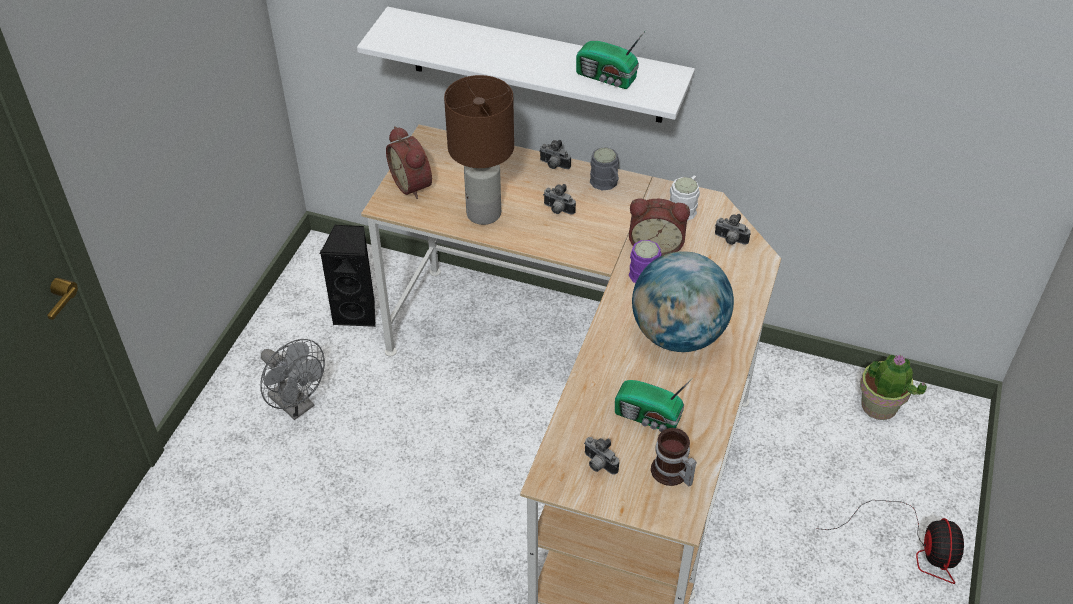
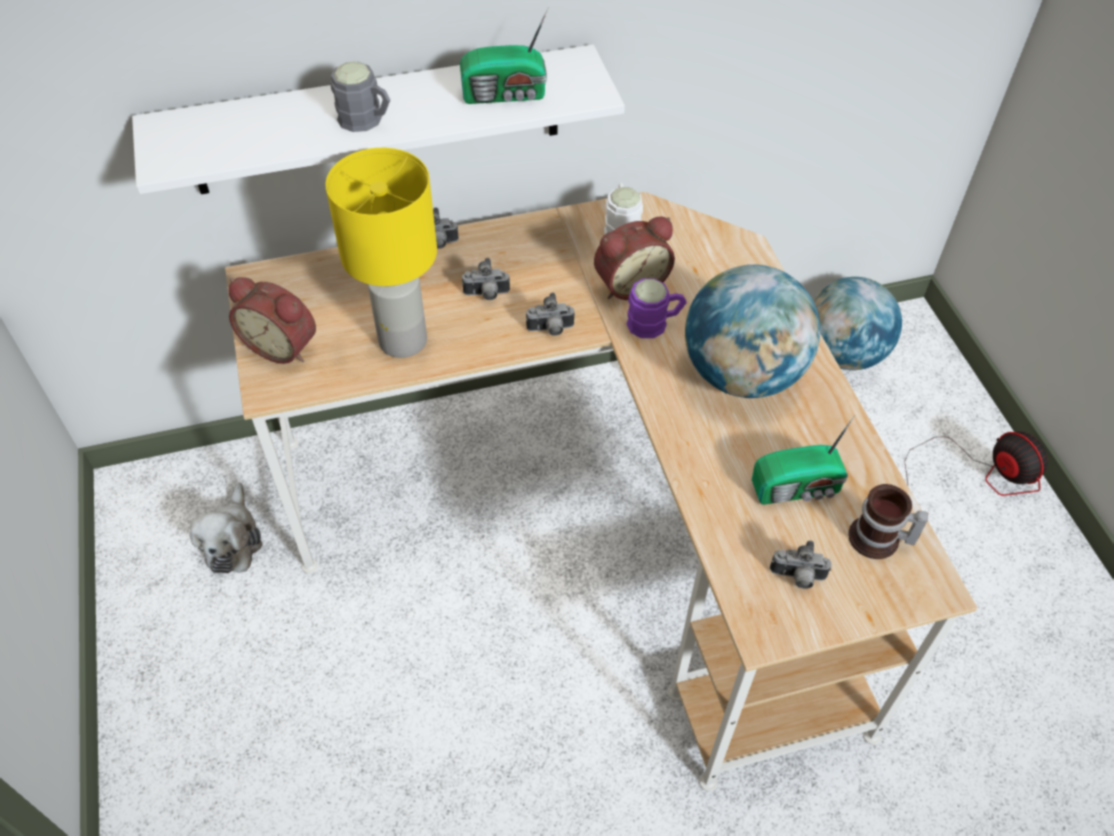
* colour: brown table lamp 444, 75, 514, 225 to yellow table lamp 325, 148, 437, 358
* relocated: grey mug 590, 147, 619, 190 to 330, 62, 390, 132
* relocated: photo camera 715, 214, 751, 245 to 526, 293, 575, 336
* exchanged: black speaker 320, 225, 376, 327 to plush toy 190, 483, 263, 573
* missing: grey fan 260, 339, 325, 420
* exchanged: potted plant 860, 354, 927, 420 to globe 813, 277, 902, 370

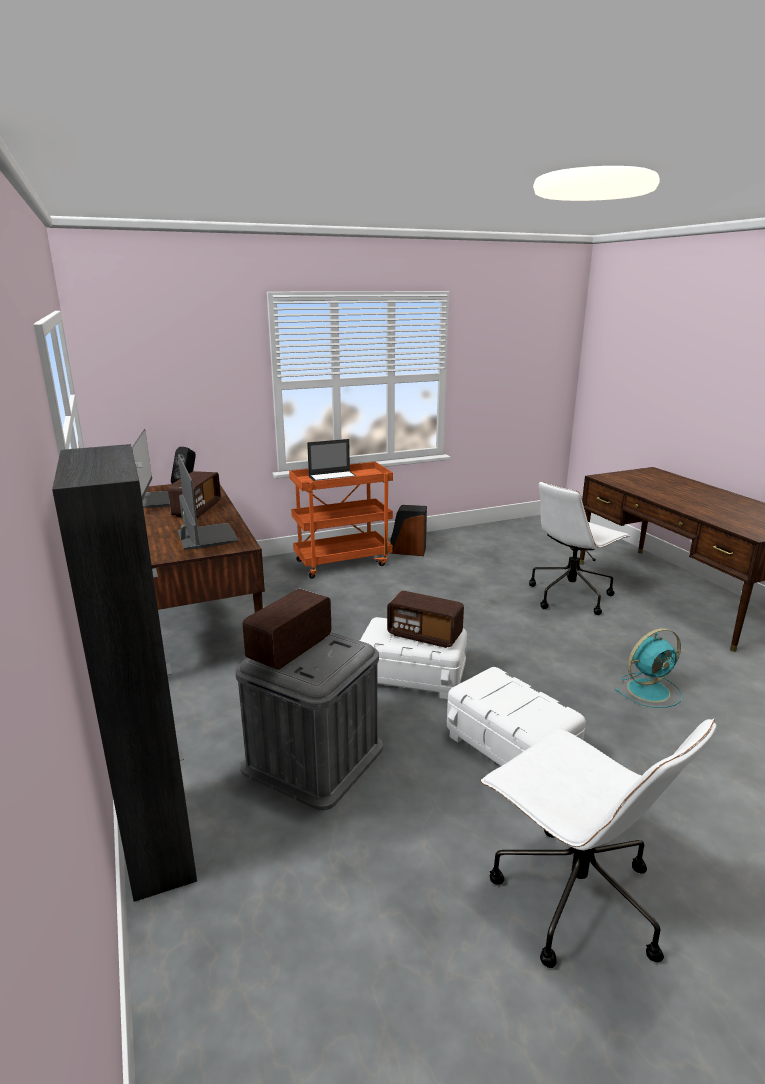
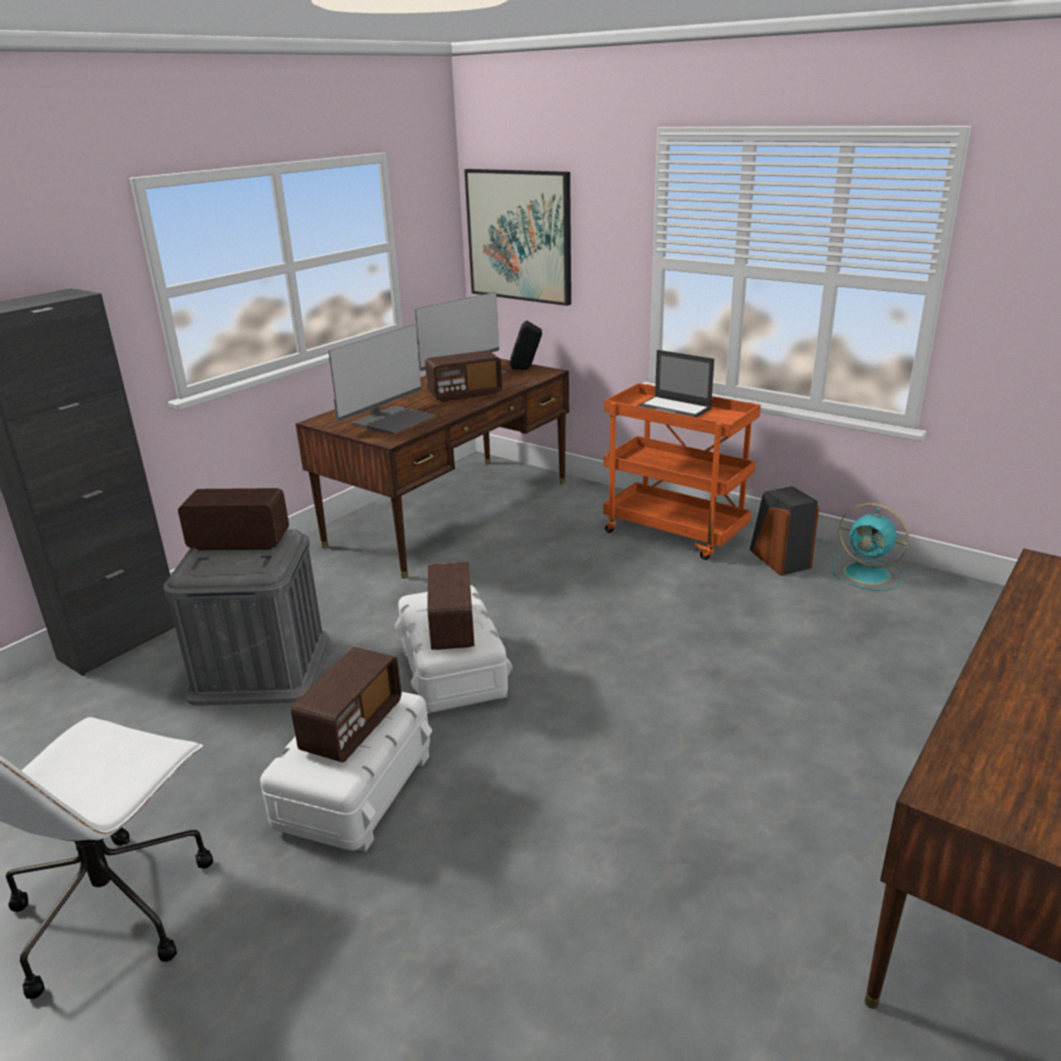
* missing: white office chair 529, 481, 630, 615
* relocated: turquoise fan 615, 628, 683, 708 to 833, 503, 909, 591
* appeared: picture 464, 169, 571, 306
* appeared: radio 291, 647, 401, 763

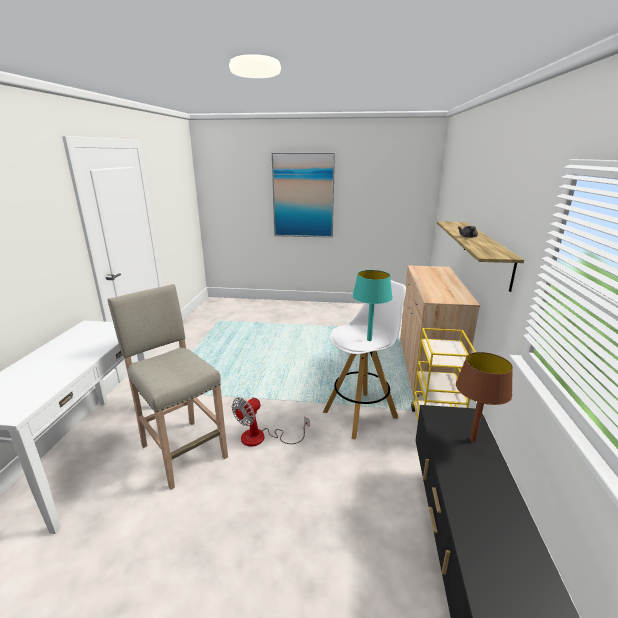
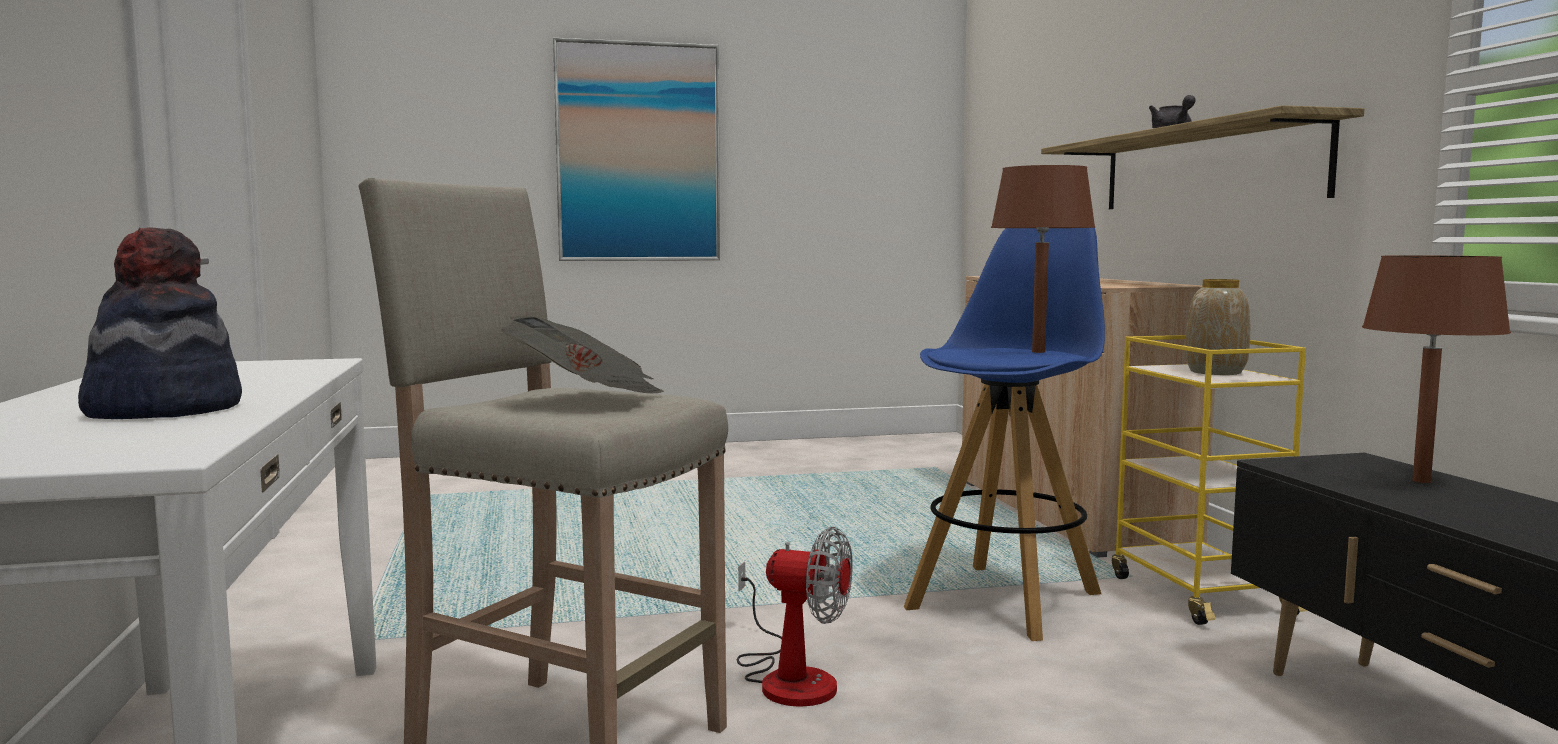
* colour: turquoise table lamp 353, 270, 392, 341 to brown table lamp 991, 165, 1096, 353
* colour: white stool 323, 280, 406, 440 to blue stool 904, 228, 1105, 641
* spun: fan 232, 397, 310, 447 = 736, 527, 853, 707 90 degrees counterclockwise
* appeared: hat 78, 227, 242, 419
* appeared: vase 1185, 279, 1250, 375
* appeared: newspaper 501, 316, 664, 393

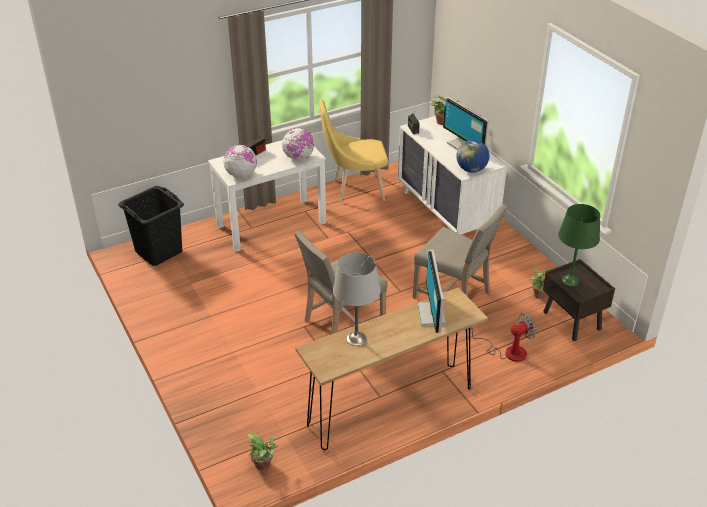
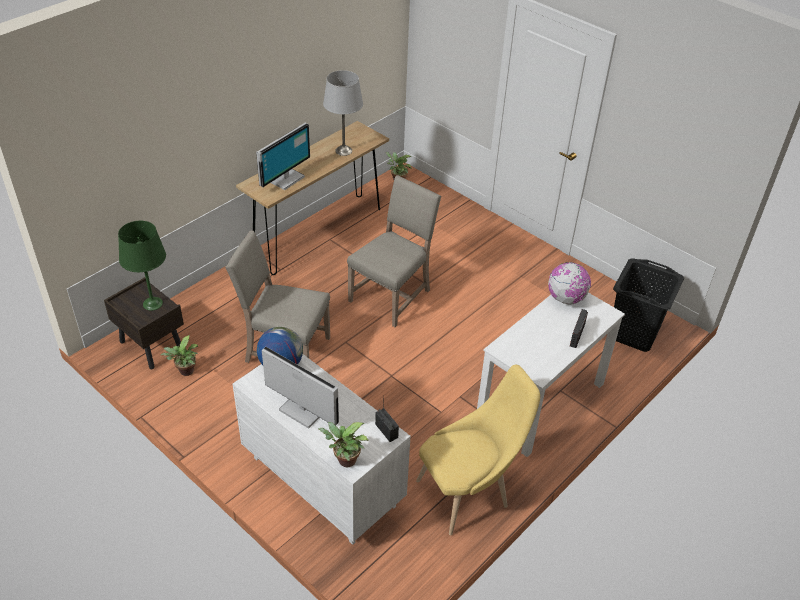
* missing: globe 282, 128, 314, 160
* spun: monitor 418, 250, 446, 333 = 256, 123, 310, 190 60 degrees clockwise
* missing: fan 468, 313, 537, 362

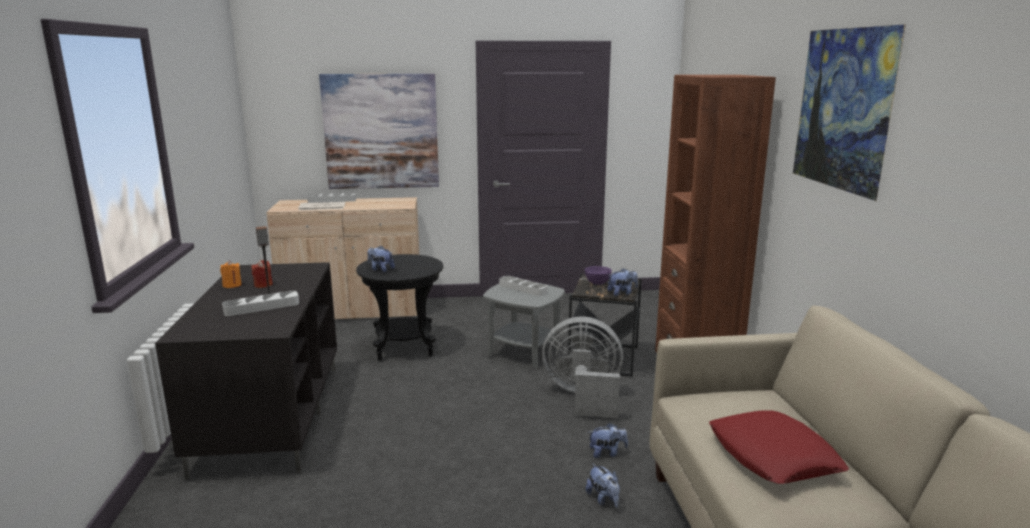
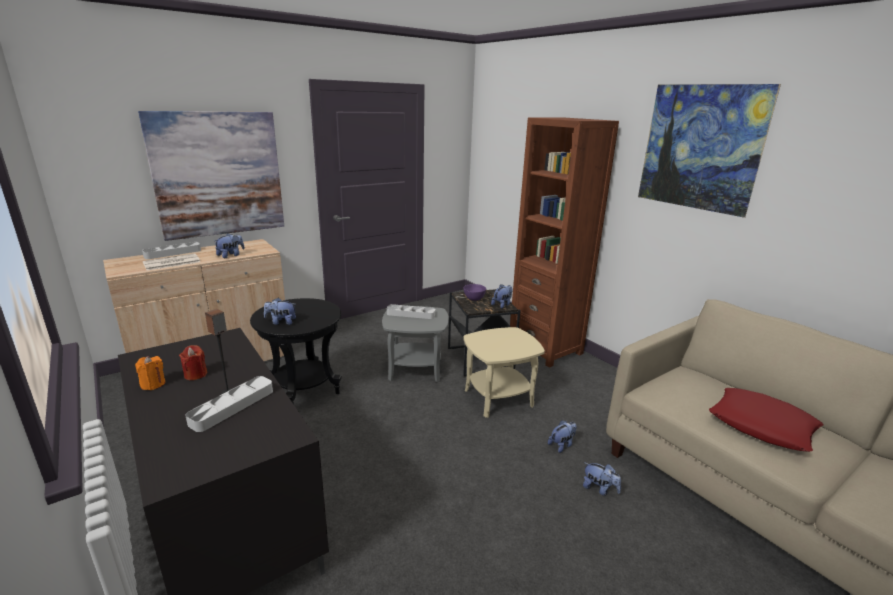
* exchanged: grey fan 542, 316, 623, 418 to beige side table 463, 327, 545, 418
* appeared: plush toy 214, 233, 245, 258

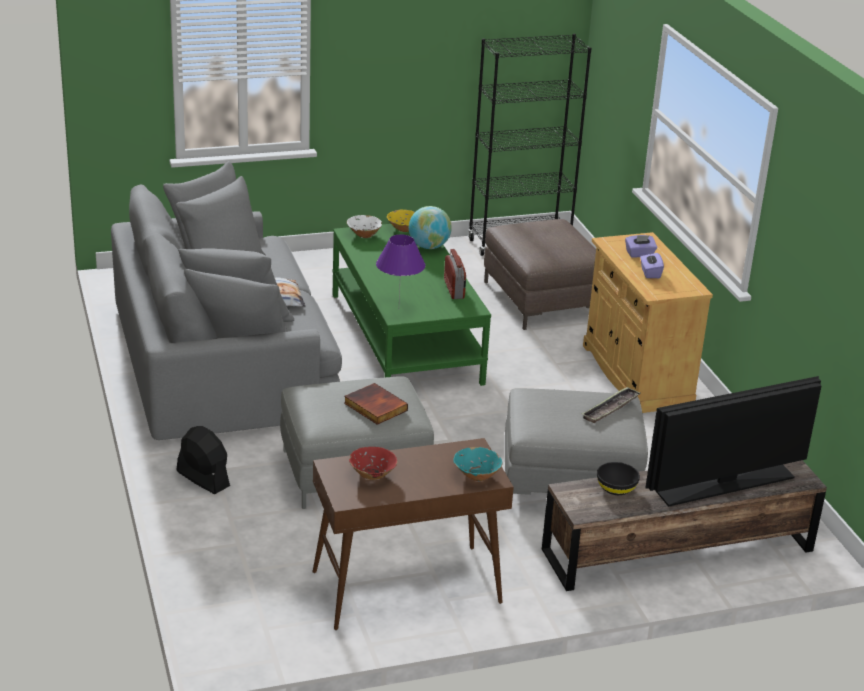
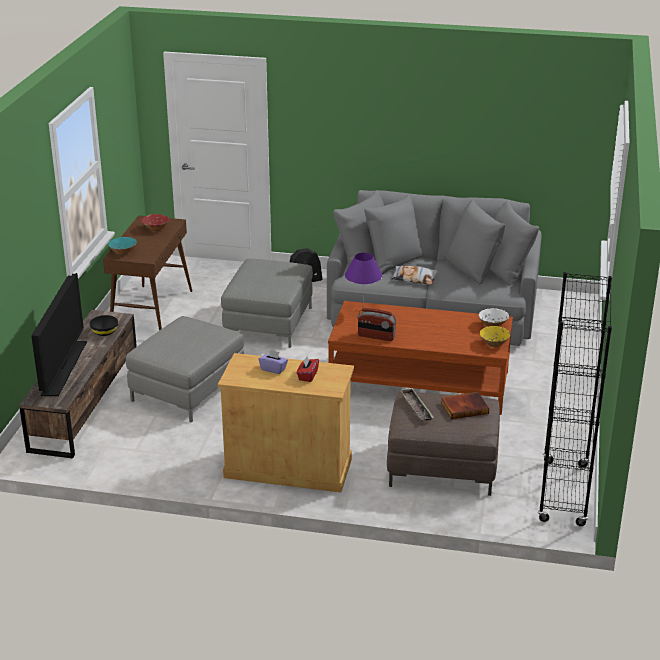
* missing: globe 409, 206, 452, 249
* colour: green coffee table 332, 224, 491, 386 to brown coffee table 328, 301, 513, 415
* colour: purple tissue box 625, 235, 657, 258 to red tissue box 297, 356, 319, 382
* relocated: book 344, 383, 408, 425 to 441, 392, 489, 419
* relocated: tray 582, 387, 640, 423 to 400, 388, 434, 421

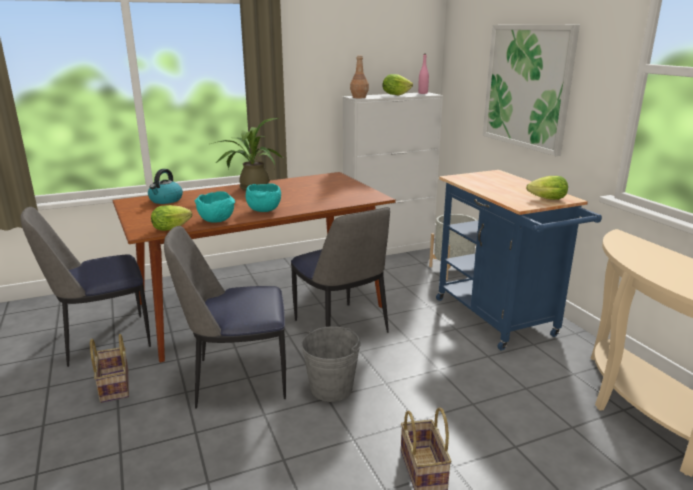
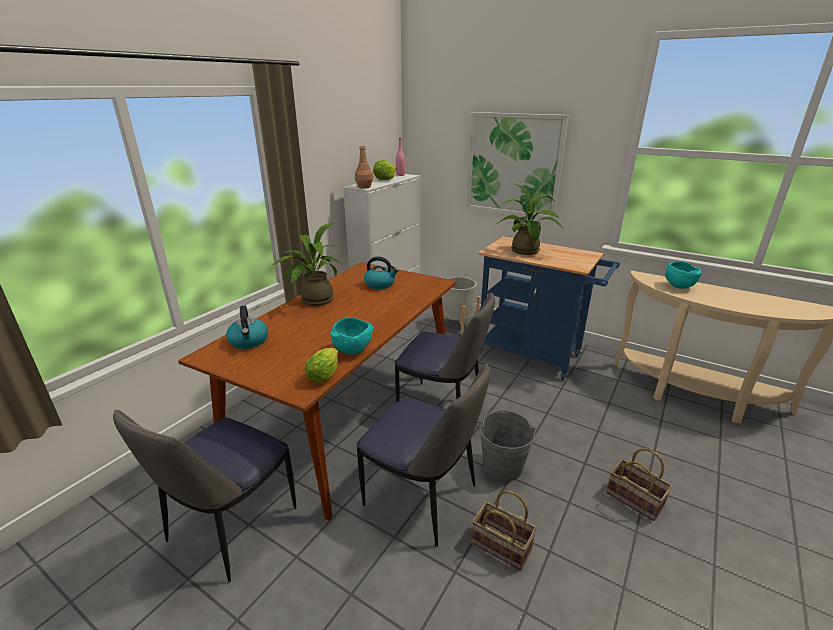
* missing: lettuce 526, 176, 568, 200
* relocated: turquoise bowl 246, 184, 281, 212 to 665, 261, 702, 289
* spun: chair 164, 226, 286, 409 = 356, 364, 490, 547 105 degrees counterclockwise
* relocated: basket 90, 334, 129, 403 to 472, 490, 537, 571
* appeared: potted plant 497, 184, 564, 255
* appeared: kettle 364, 256, 399, 289

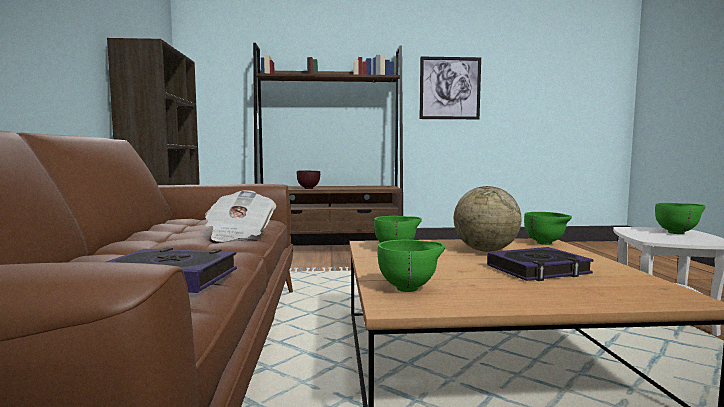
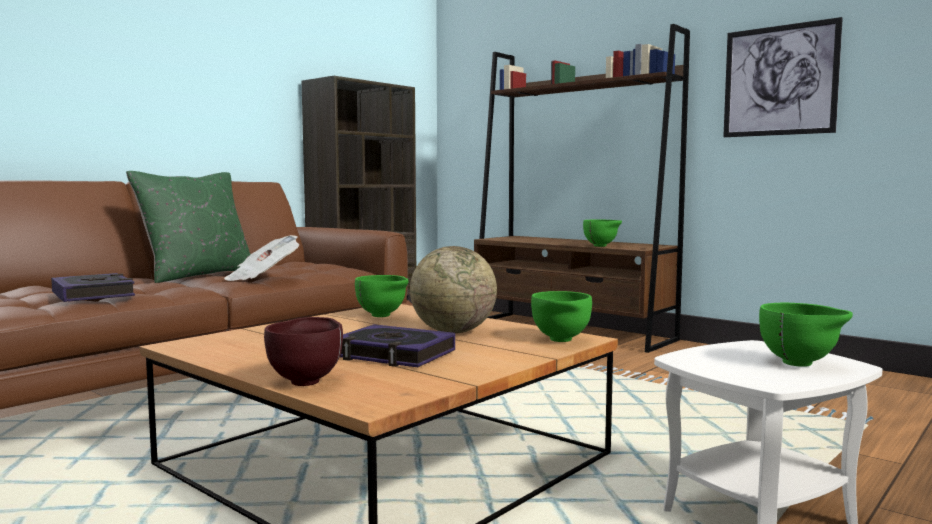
* relocated: brown bowl 297, 170, 320, 189 to 264, 317, 343, 386
* relocated: green bowl 377, 240, 445, 292 to 583, 220, 622, 247
* appeared: green pillow 126, 171, 251, 283

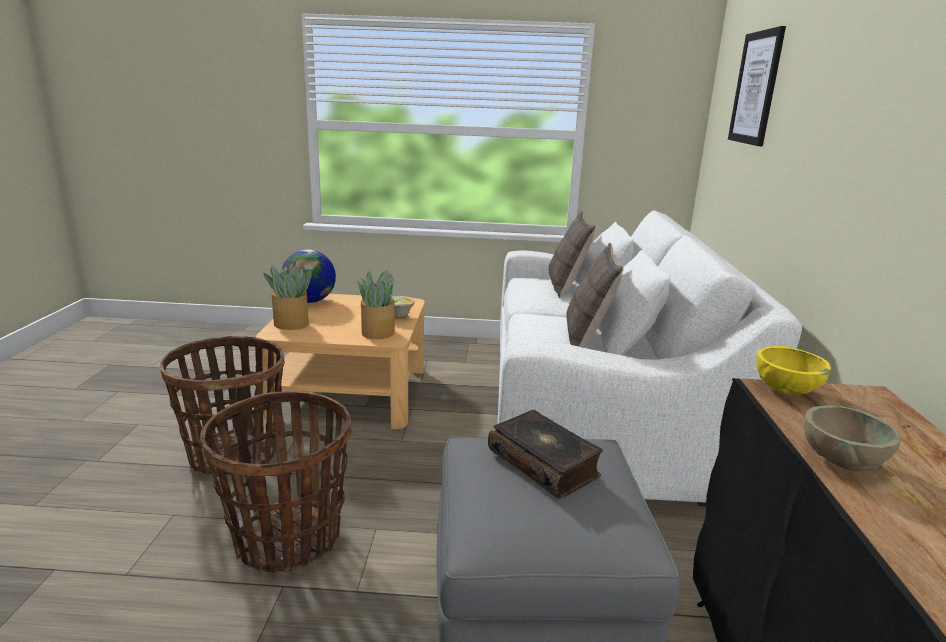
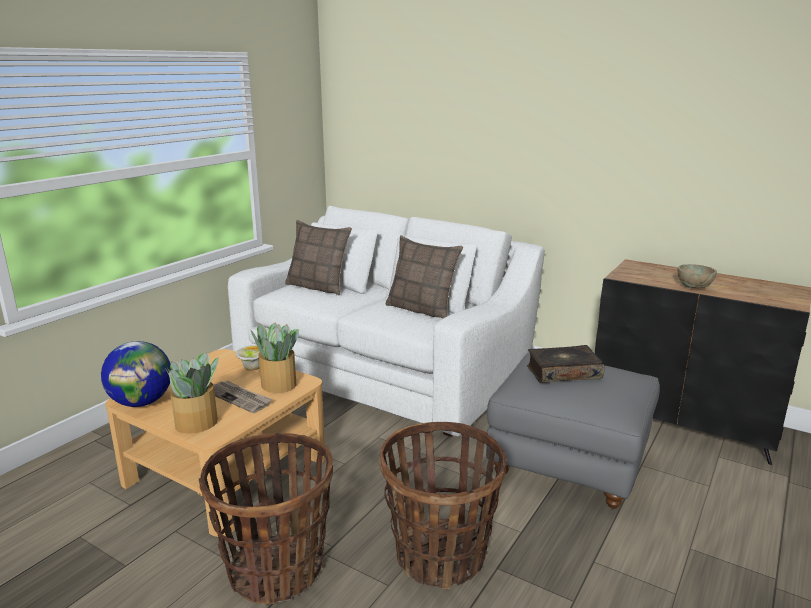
* missing: picture 728, 26, 786, 146
* missing: yellow bowl 756, 346, 831, 395
* appeared: newspaper 214, 381, 272, 413

